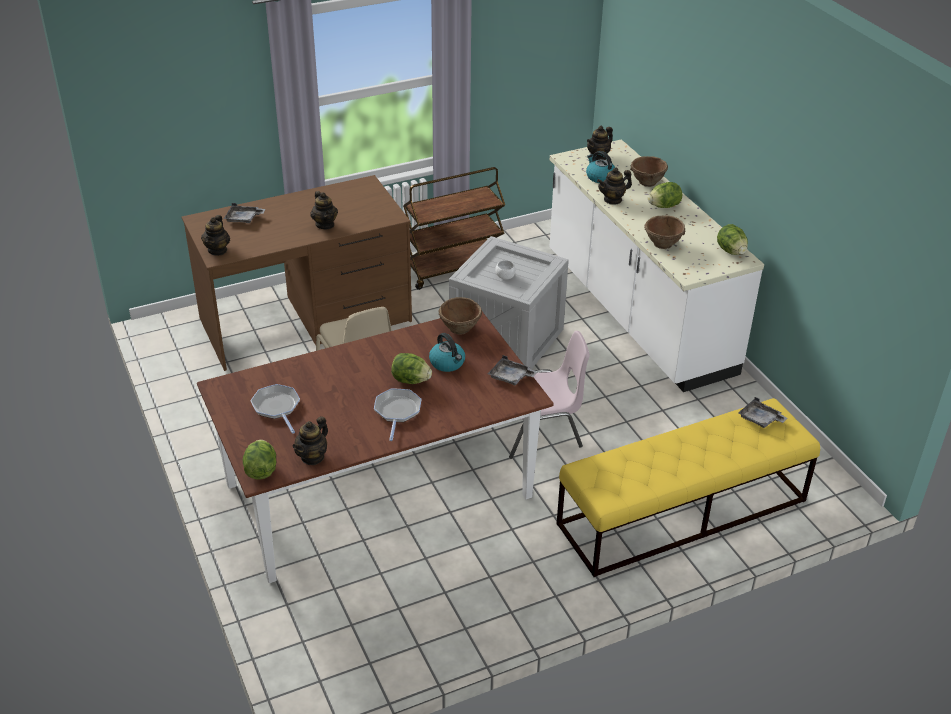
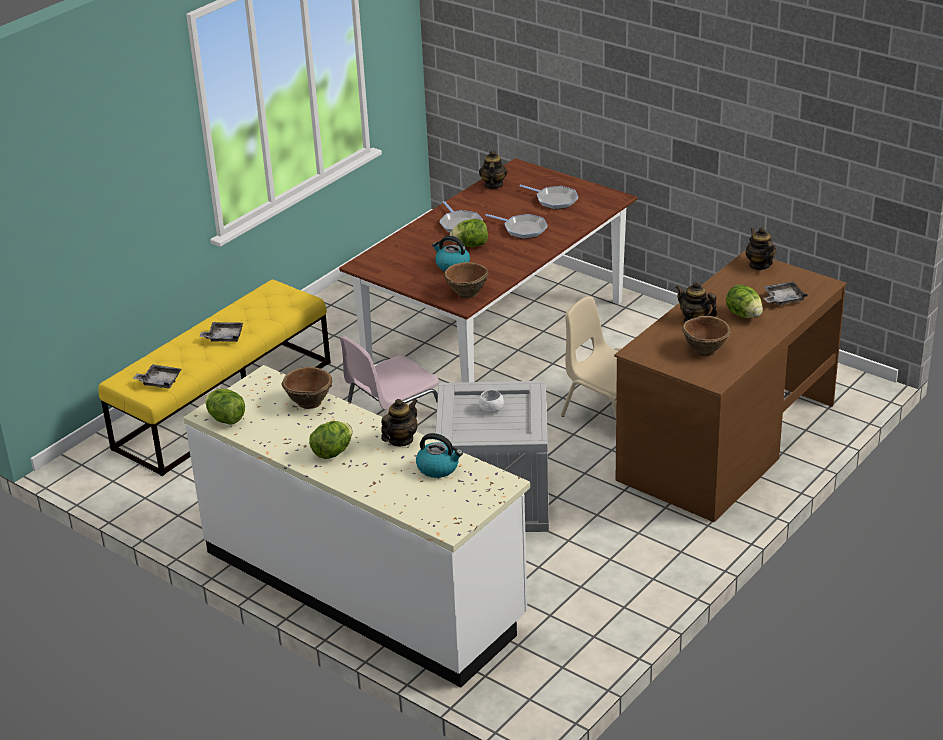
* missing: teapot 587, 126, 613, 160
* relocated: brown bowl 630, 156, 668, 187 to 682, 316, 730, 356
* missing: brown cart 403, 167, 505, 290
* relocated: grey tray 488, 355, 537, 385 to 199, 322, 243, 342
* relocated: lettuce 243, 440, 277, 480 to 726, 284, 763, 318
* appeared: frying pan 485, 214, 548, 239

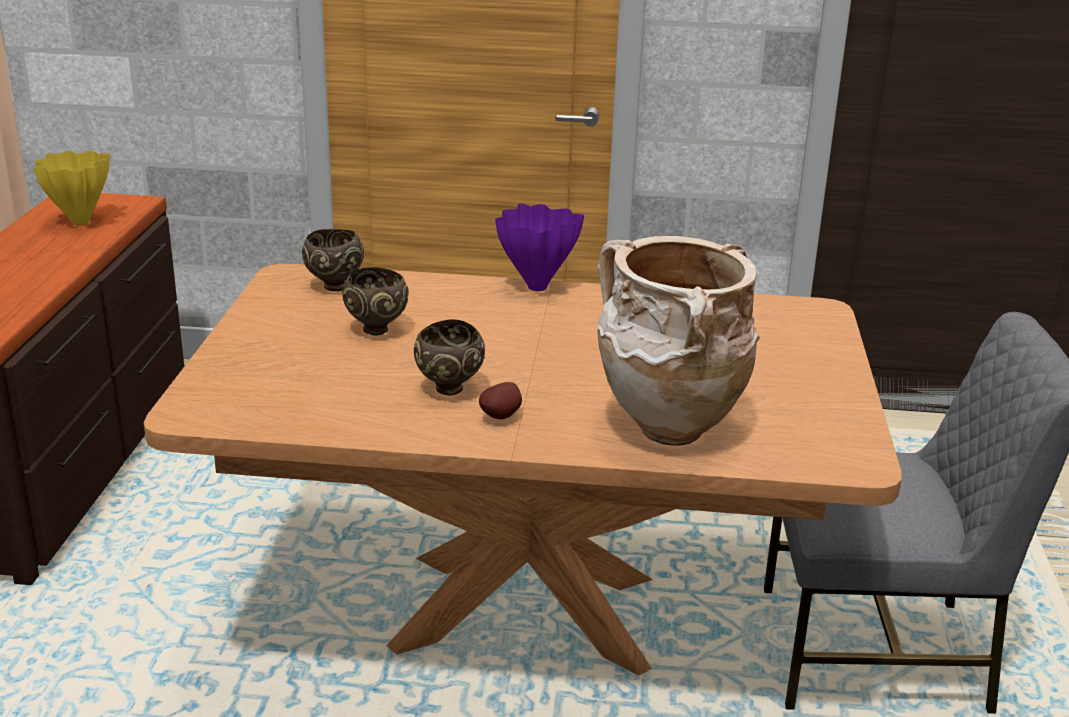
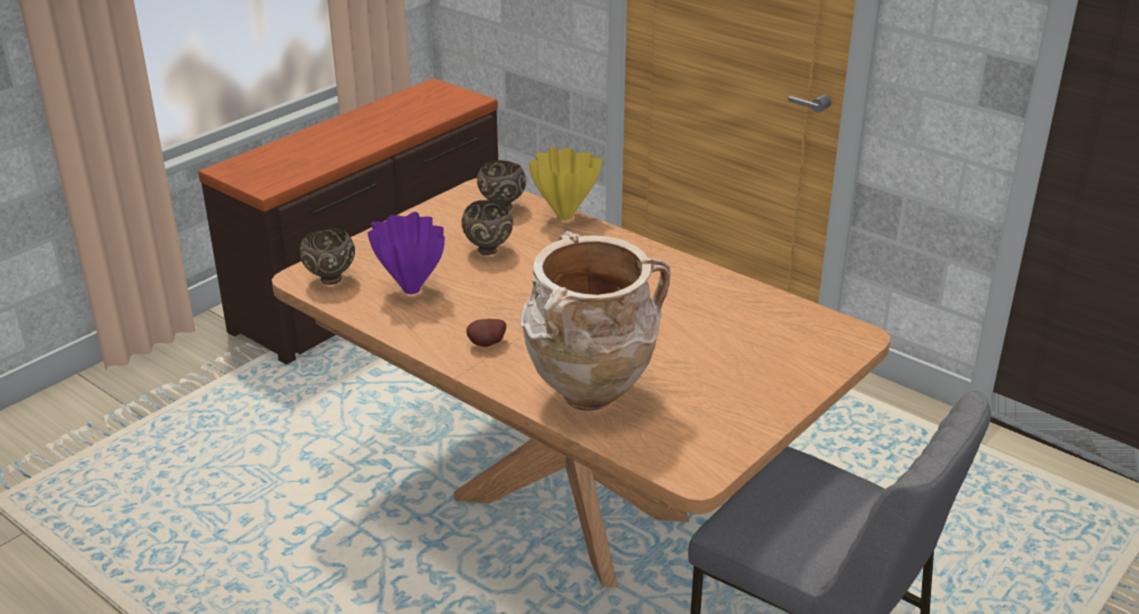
* relocated: yellow vase 34, 151, 110, 225 to 528, 147, 603, 220
* relocated: purple vase 495, 204, 584, 291 to 368, 212, 445, 294
* relocated: brown bowl 414, 319, 485, 396 to 300, 228, 355, 285

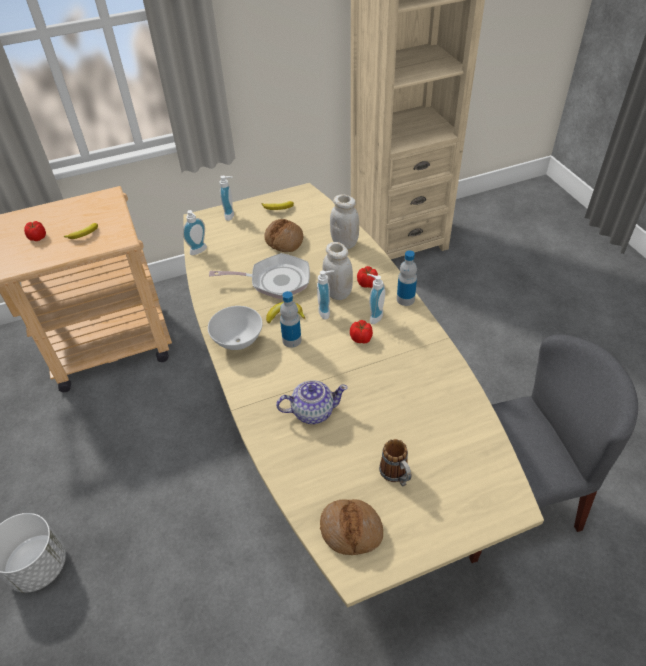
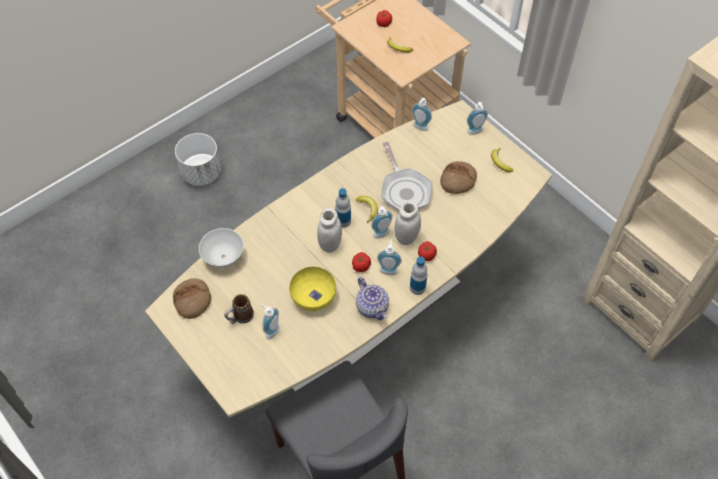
* relocated: white jar 330, 194, 359, 249 to 317, 208, 342, 253
* relocated: white bowl 208, 306, 263, 350 to 199, 228, 244, 268
* relocated: teapot 276, 381, 348, 424 to 356, 277, 389, 320
* appeared: yellow bowl 289, 267, 336, 311
* appeared: soap dispenser 260, 304, 280, 340

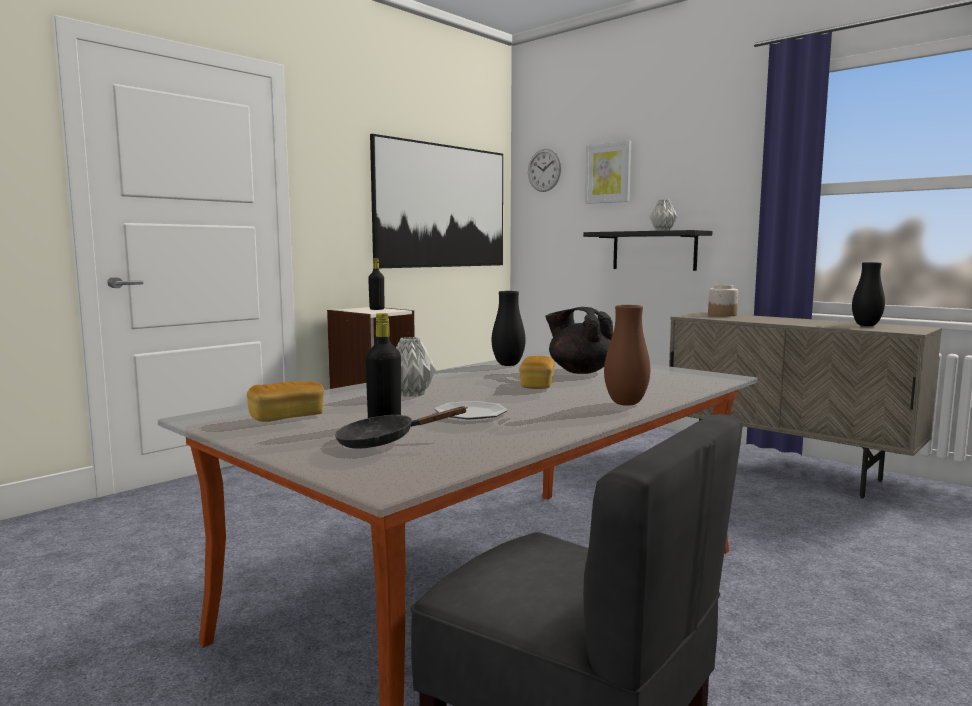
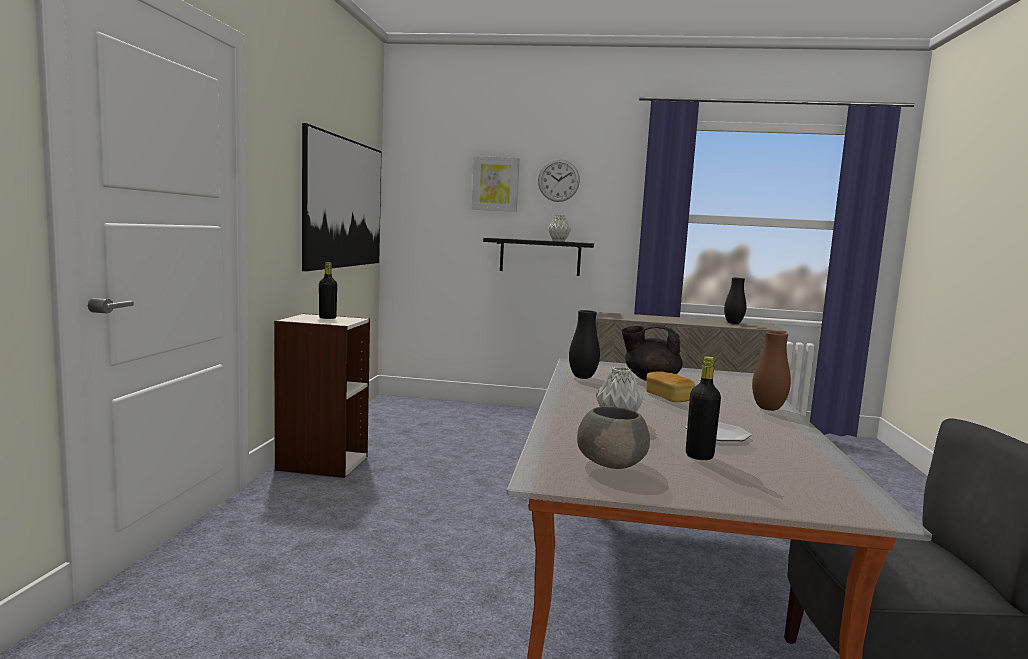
* relocated: wall clock 528, 149, 561, 192 to 538, 159, 580, 202
* missing: jar 708, 285, 738, 316
* exchanged: bread 247, 381, 324, 422 to grey bowl 577, 406, 650, 469
* missing: black frying pan 335, 406, 468, 449

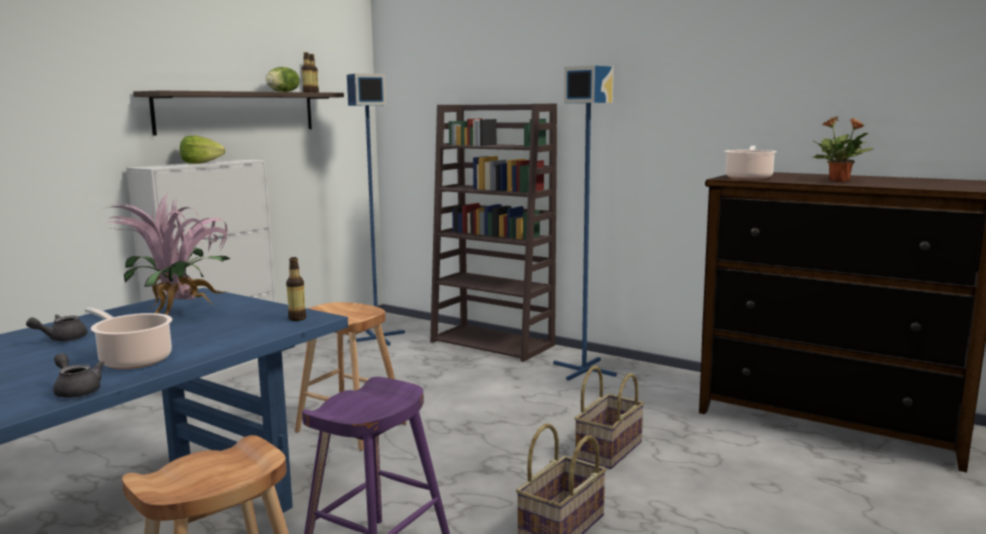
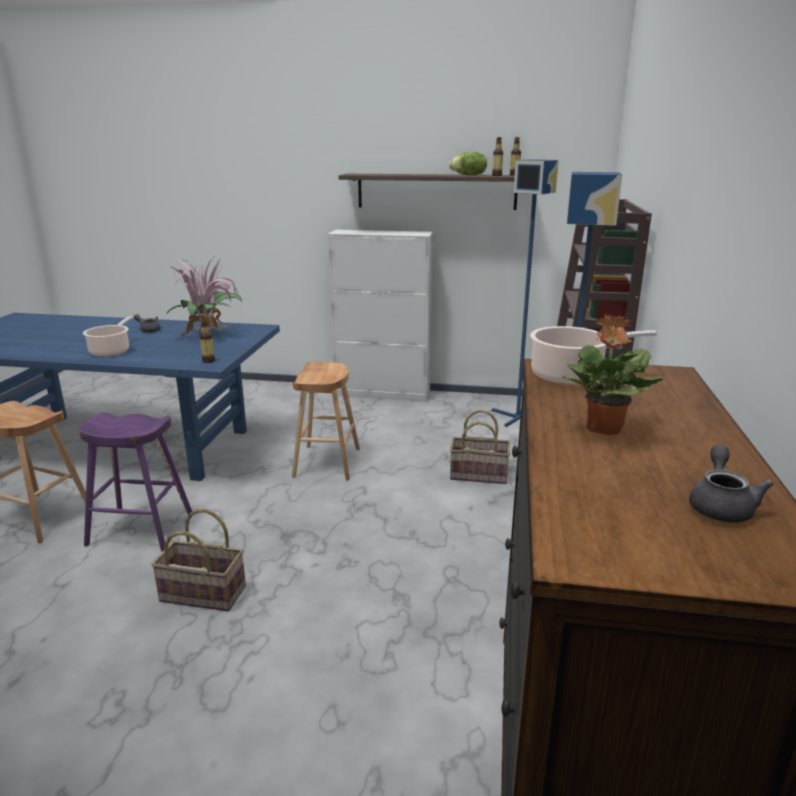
* missing: lettuce 180, 136, 225, 164
* relocated: grey teapot 53, 353, 105, 398 to 689, 445, 774, 523
* relocated: basket 574, 366, 645, 469 to 450, 410, 510, 484

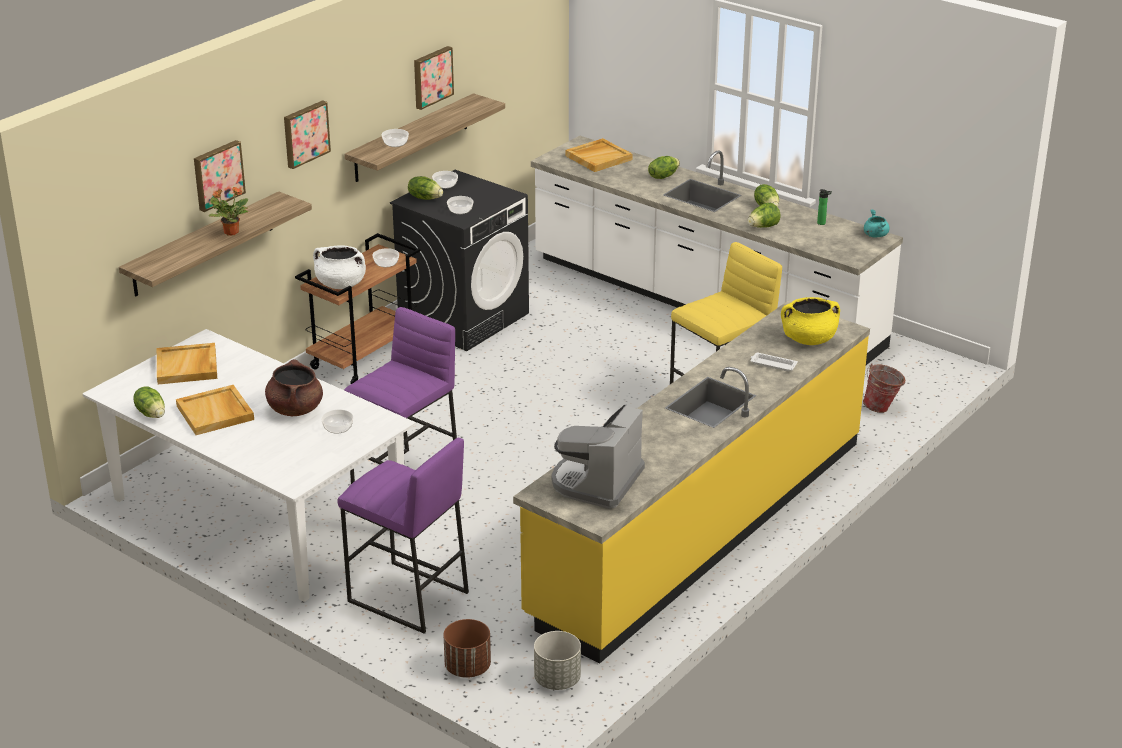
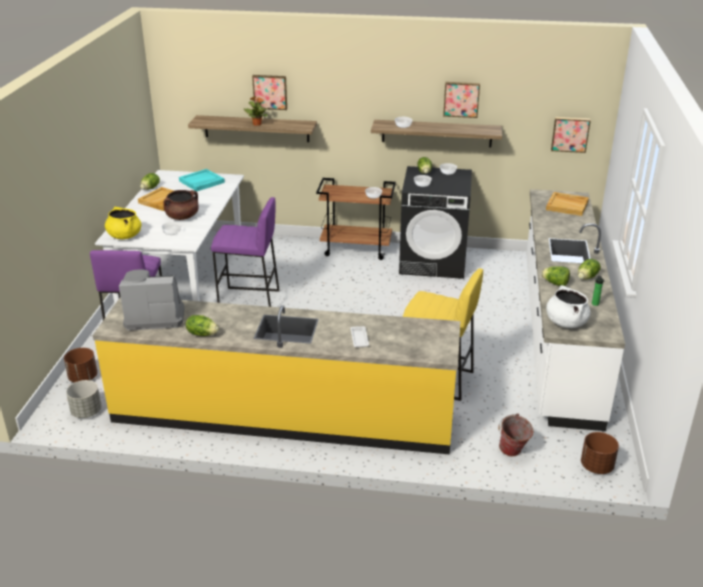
* relocated: picture 284, 100, 331, 169 to 551, 117, 591, 153
* relocated: lettuce 648, 156, 680, 179 to 186, 315, 219, 336
* missing: turquoise cooking pot 864, 210, 890, 238
* relocated: white cooking pot 313, 246, 366, 289 to 546, 285, 591, 328
* relocated: yellow cooking pot 781, 297, 840, 345 to 105, 207, 141, 239
* colour: beige tray 157, 343, 217, 385 to turquoise tray 179, 169, 225, 191
* appeared: brown planter 581, 432, 619, 474

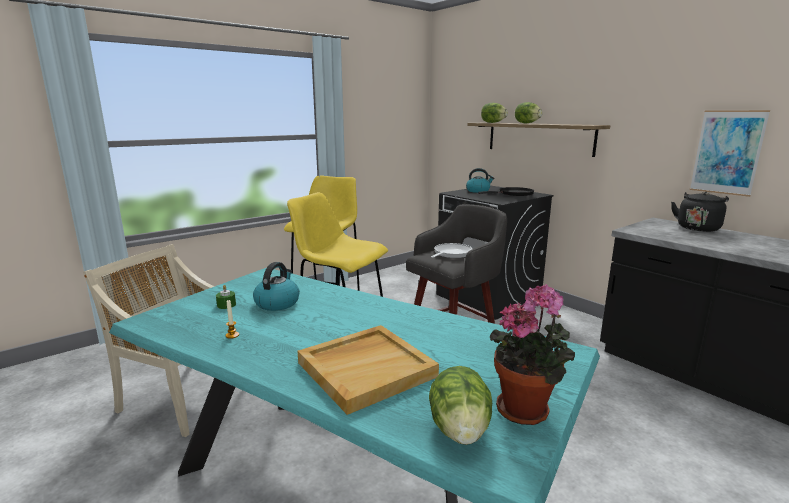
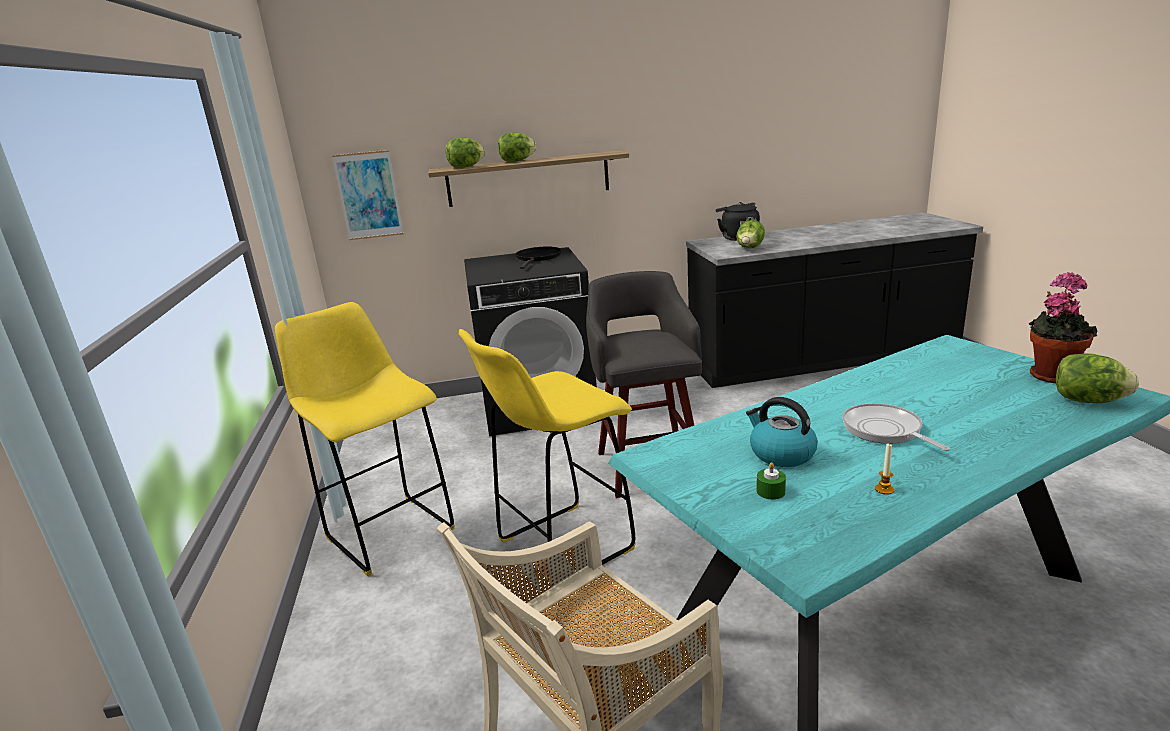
* relocated: picture 690, 110, 770, 197 to 332, 150, 404, 240
* missing: kettle 466, 168, 494, 193
* relocated: frying pan 431, 243, 472, 258 to 842, 403, 950, 451
* missing: beige tray 298, 325, 439, 415
* appeared: lettuce 736, 220, 765, 248

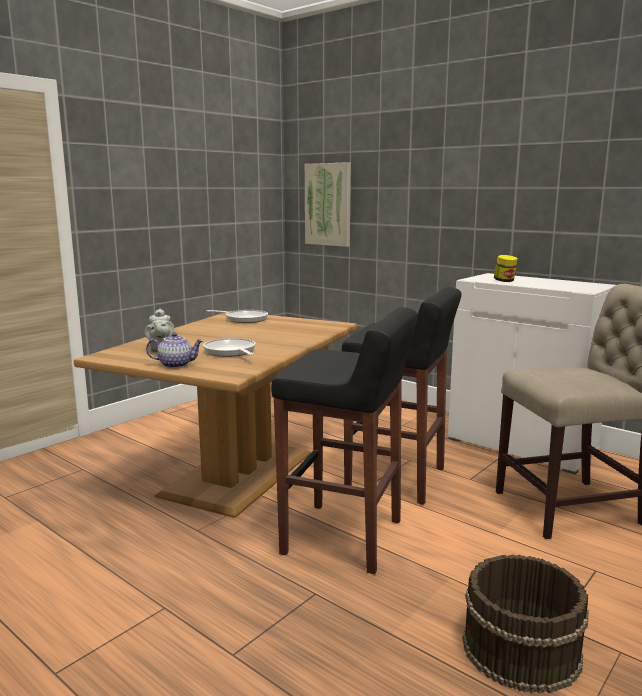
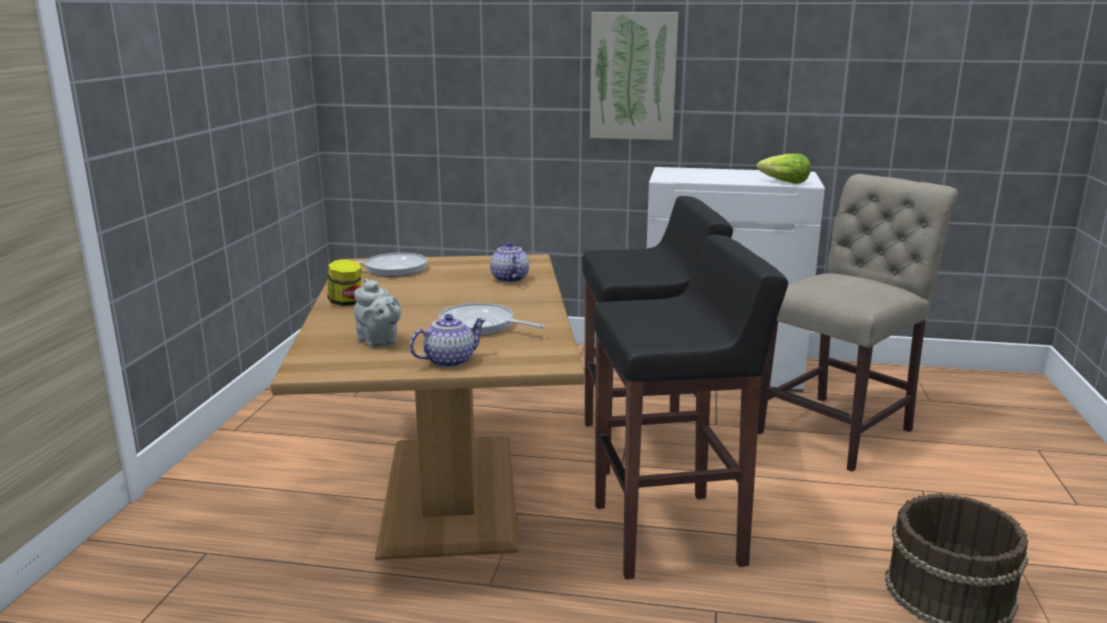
* relocated: picture 305, 162, 351, 247 to 590, 12, 678, 140
* relocated: jar 494, 255, 518, 282 to 328, 260, 362, 306
* appeared: lettuce 757, 153, 810, 184
* appeared: teapot 490, 242, 529, 283

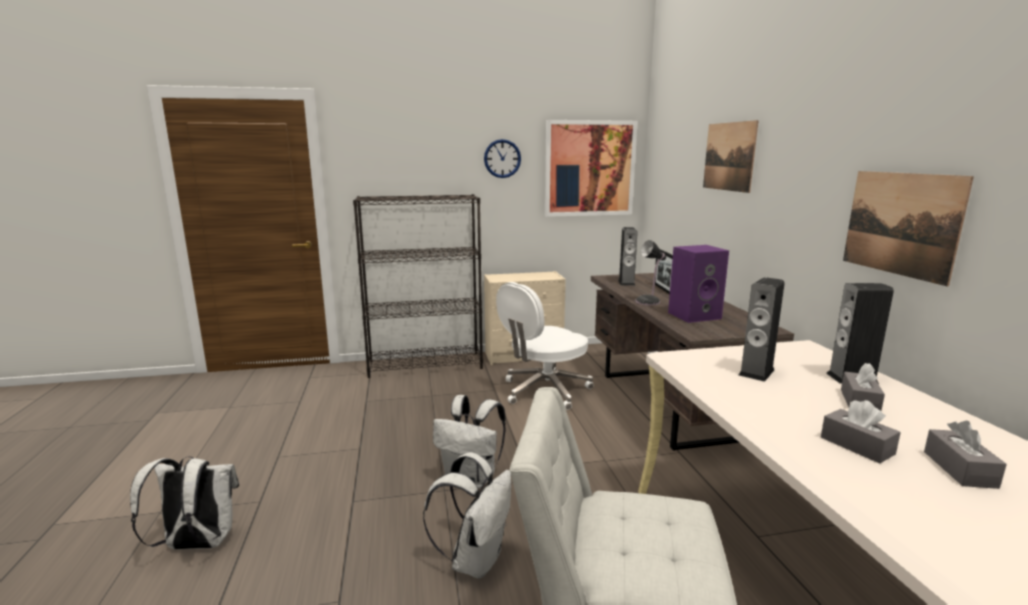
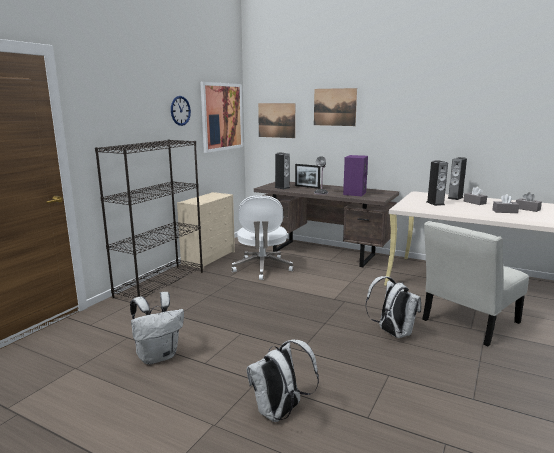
* relocated: picture 843, 171, 974, 286 to 258, 103, 295, 138
* relocated: white backpack 433, 395, 506, 488 to 130, 292, 184, 365

